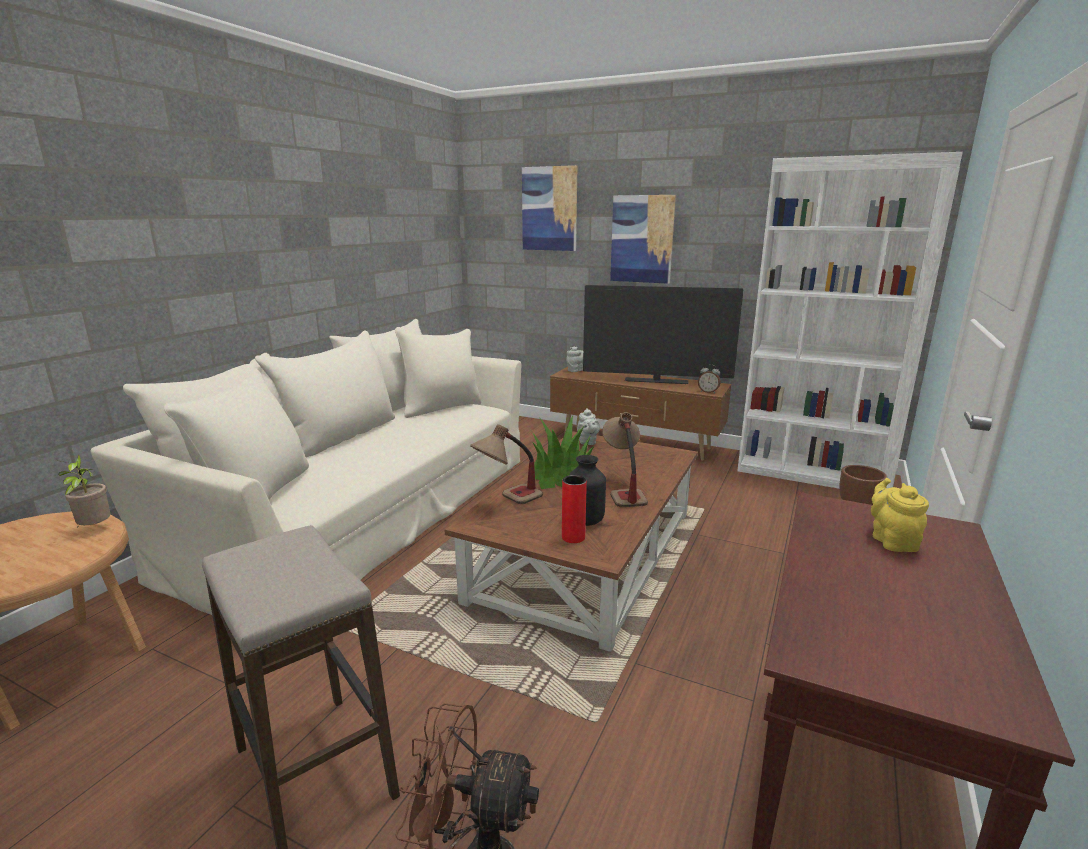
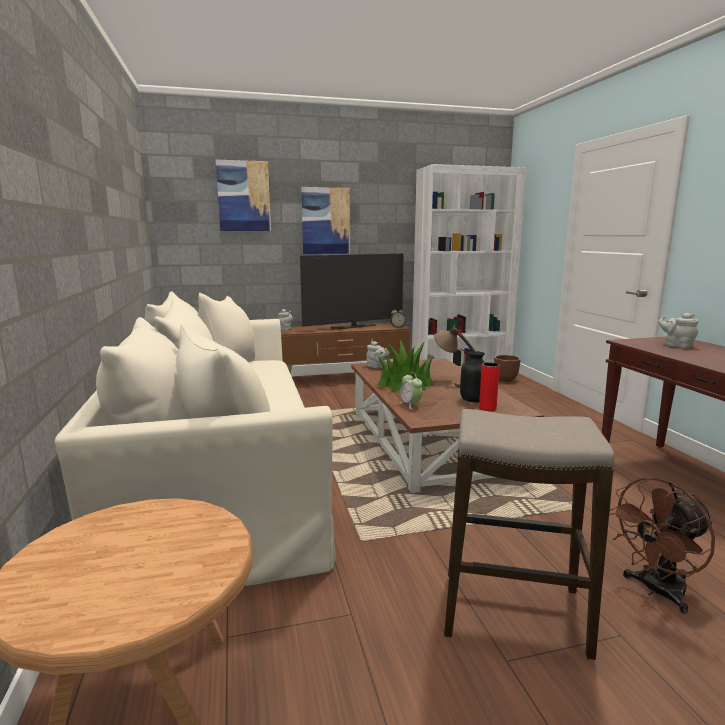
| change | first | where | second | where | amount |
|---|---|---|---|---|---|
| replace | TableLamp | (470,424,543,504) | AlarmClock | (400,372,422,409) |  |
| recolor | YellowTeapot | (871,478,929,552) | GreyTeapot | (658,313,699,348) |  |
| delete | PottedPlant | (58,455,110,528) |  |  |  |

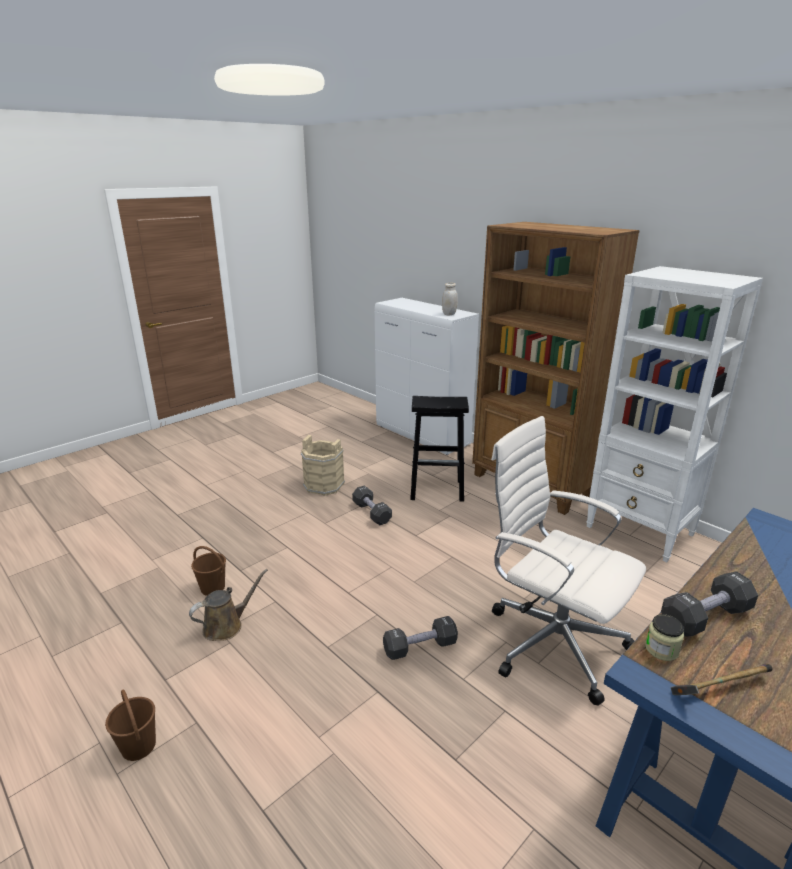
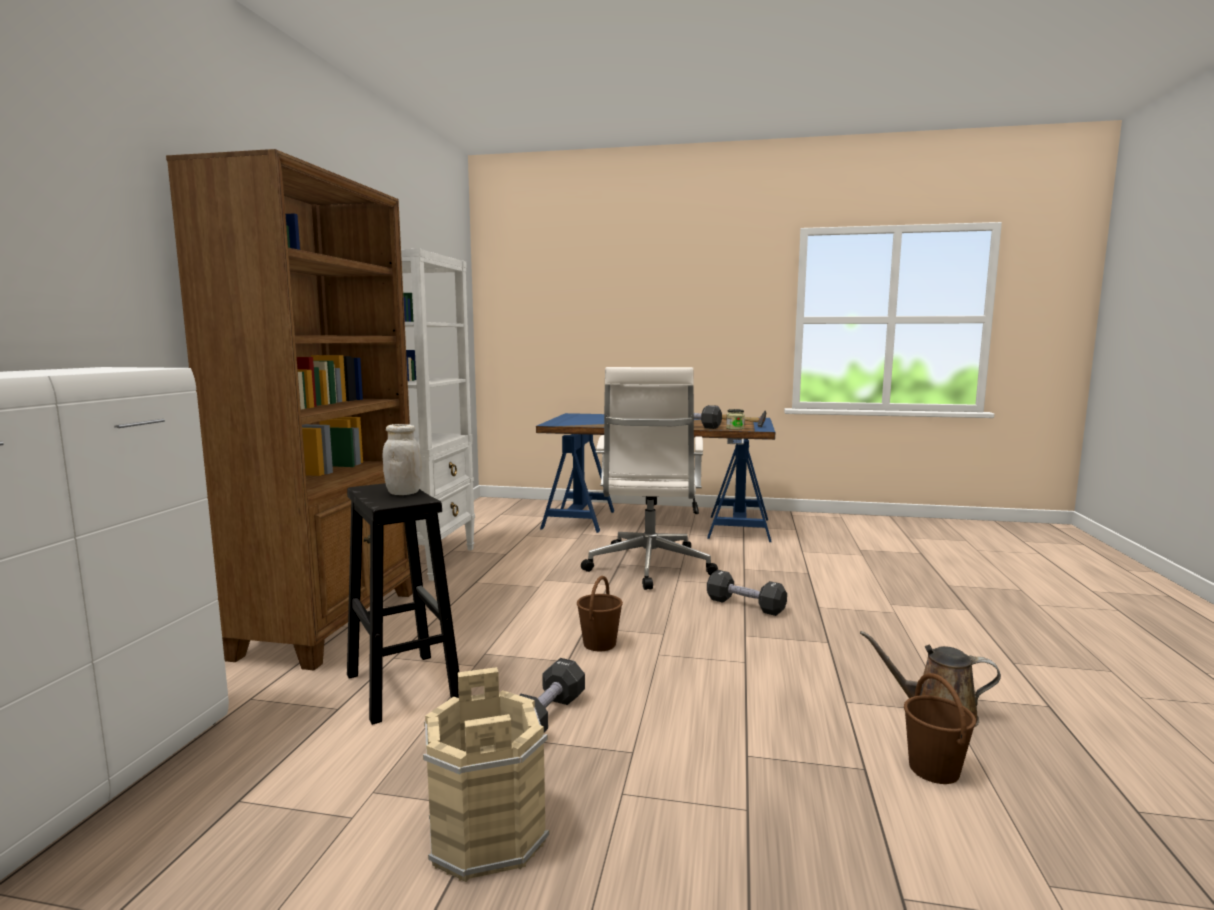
| change | first | where | second | where | amount |
|---|---|---|---|---|---|
| move | WhiteJar | (442,283,458,316) |  | (383,424,422,495) |  |
| move | BrownBucket | (105,689,156,761) |  | (577,576,623,651) |  |

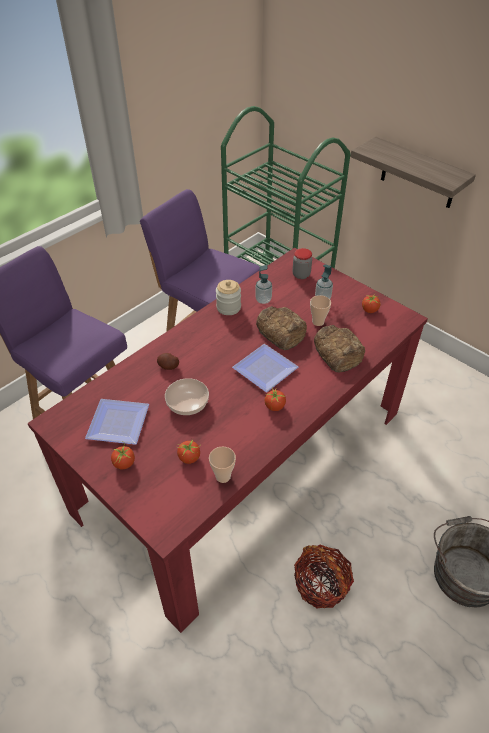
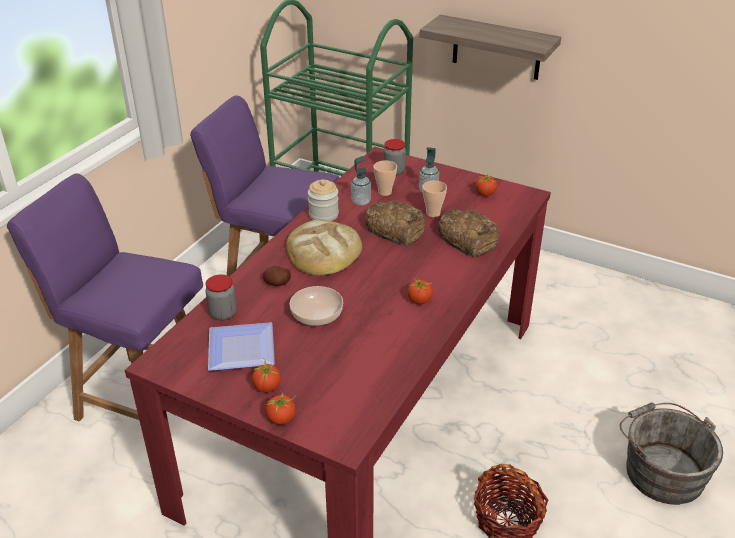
| change | first | where | second | where | amount |
|---|---|---|---|---|---|
| insert |  |  | Jar | (205,275,237,320) |  |
| move | Tomato | (177,438,201,464) |  | (264,391,296,425) |  |
| insert |  |  | Bread | (286,219,362,276) |  |
| move | Cup | (209,447,236,483) |  | (373,160,397,196) |  |
| delete | Plate | (232,344,298,392) |  |  |  |

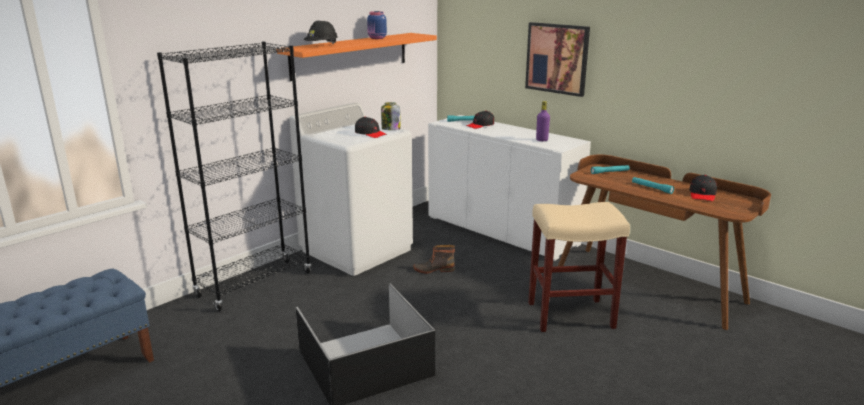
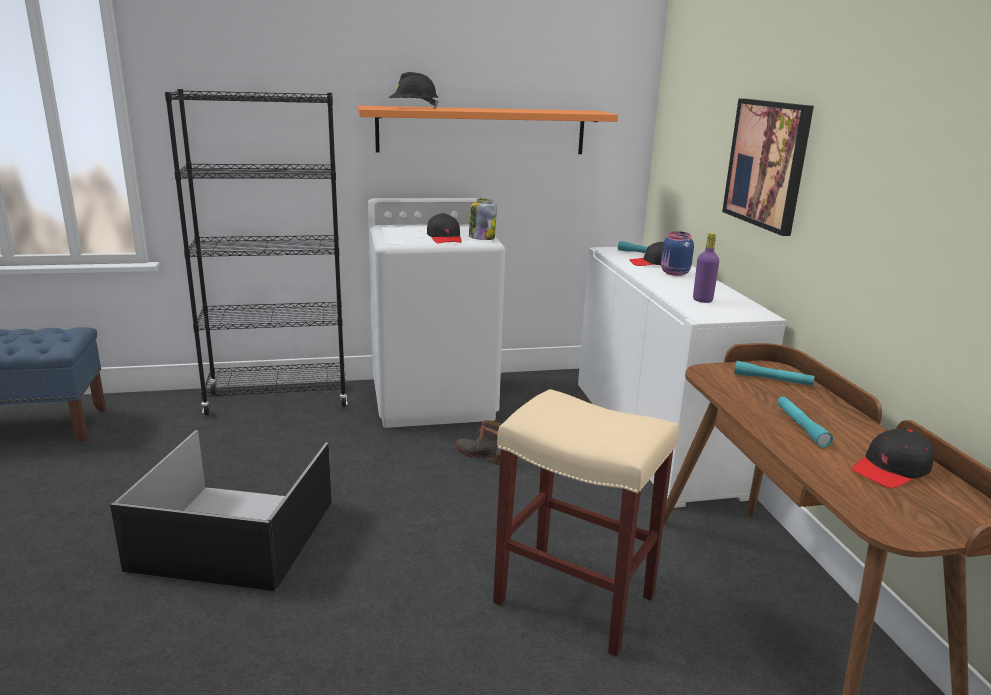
| change | first | where | second | where | amount |
|---|---|---|---|---|---|
| move | BlueJar | (367,11,387,39) |  | (661,231,694,276) |  |

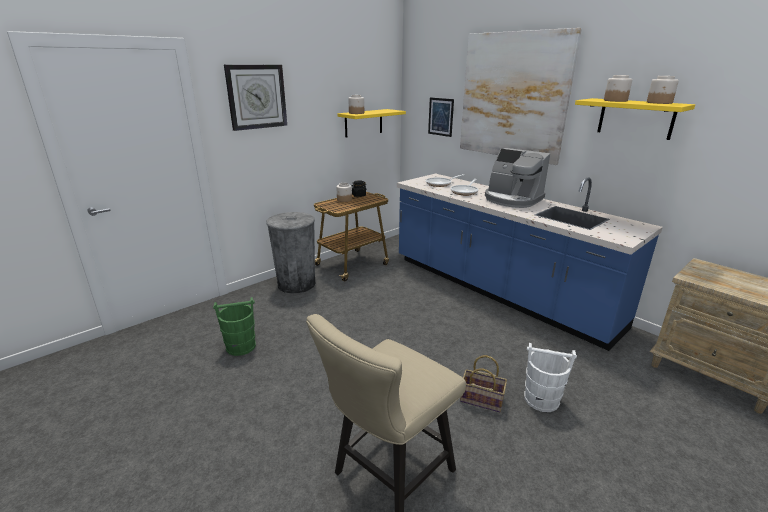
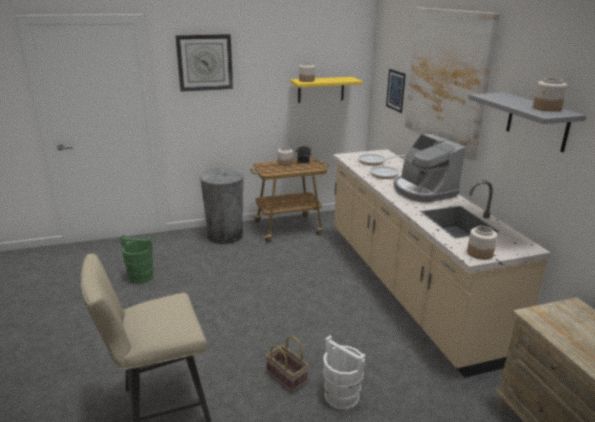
| change | first | where | second | where | amount |
|---|---|---|---|---|---|
| recolor | BlueCounter | (397,174,663,351) | BeigeCounter | (333,149,551,378) |  |
| move | Jar | (604,75,633,102) |  | (467,226,497,260) |  |
| recolor | YellowShelf | (575,98,695,140) | GreyShelf | (468,92,586,152) |  |

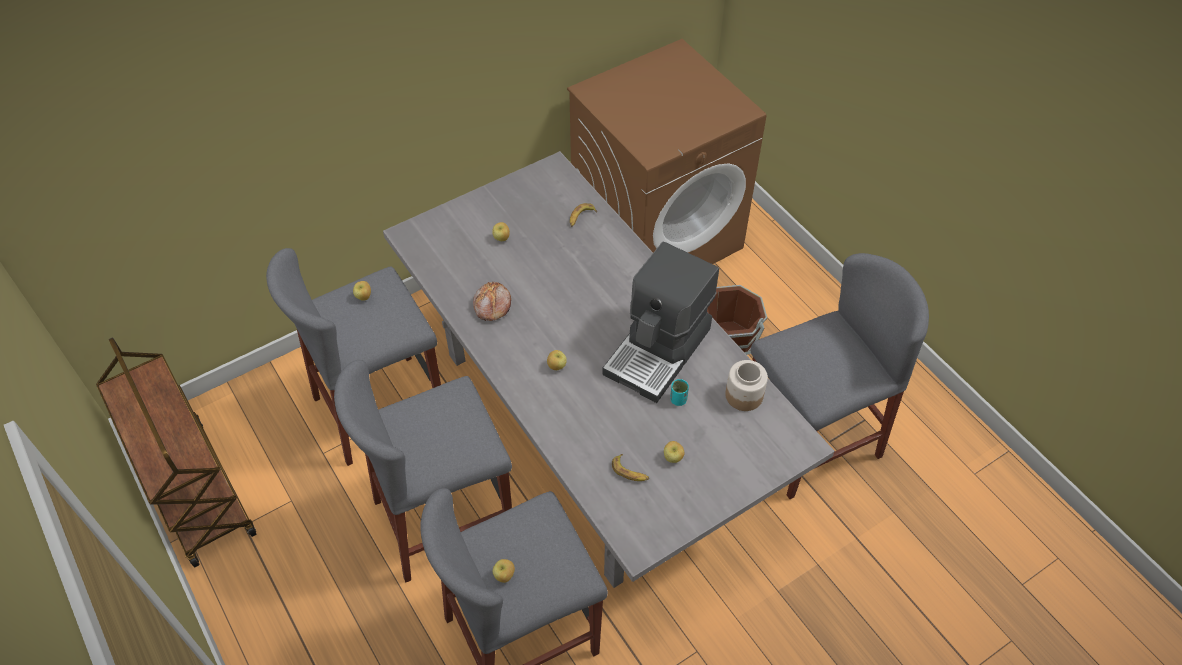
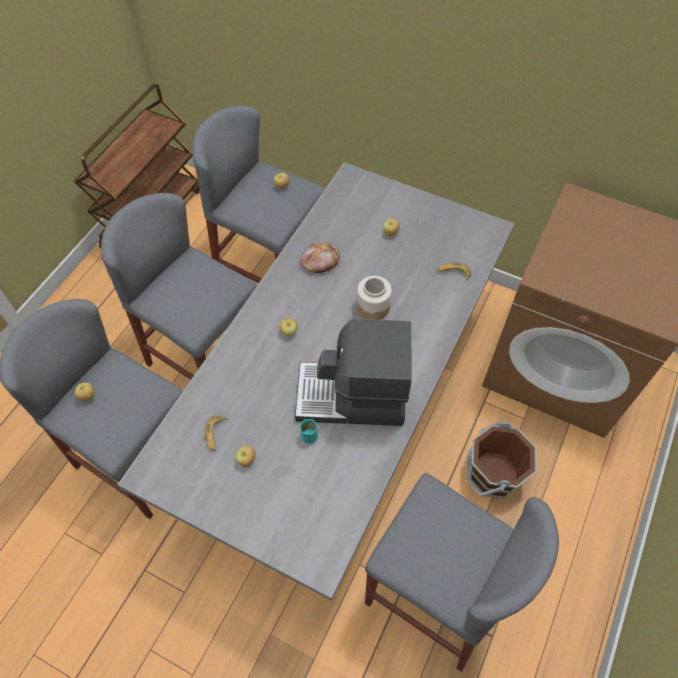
| change | first | where | second | where | amount |
|---|---|---|---|---|---|
| move | Jar | (725,360,768,411) |  | (357,276,392,320) |  |

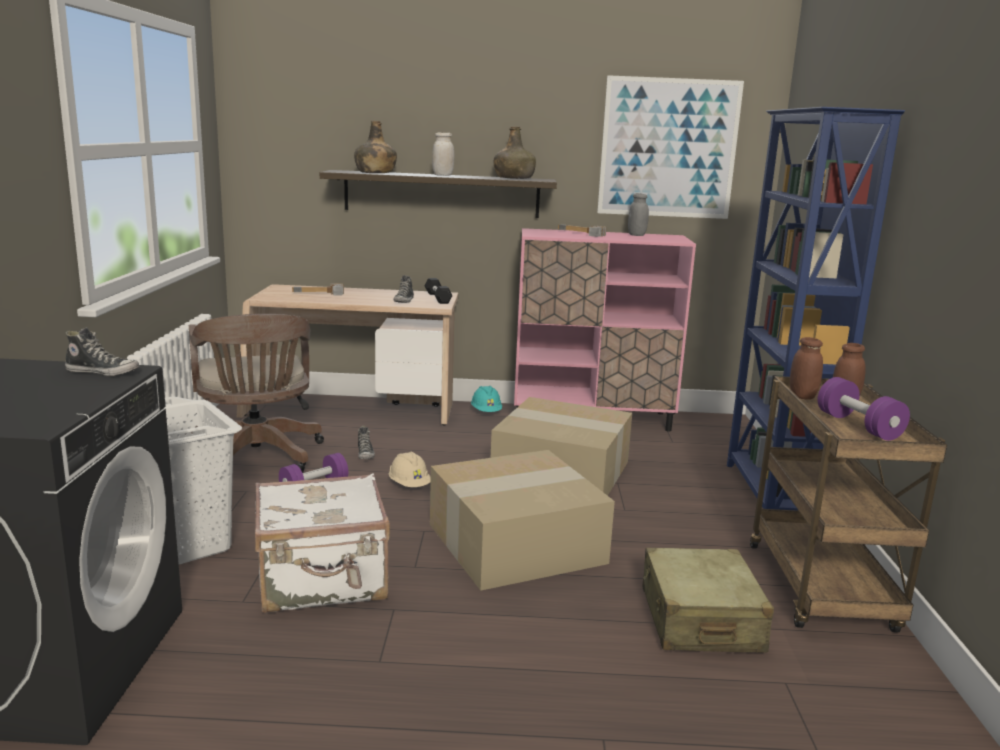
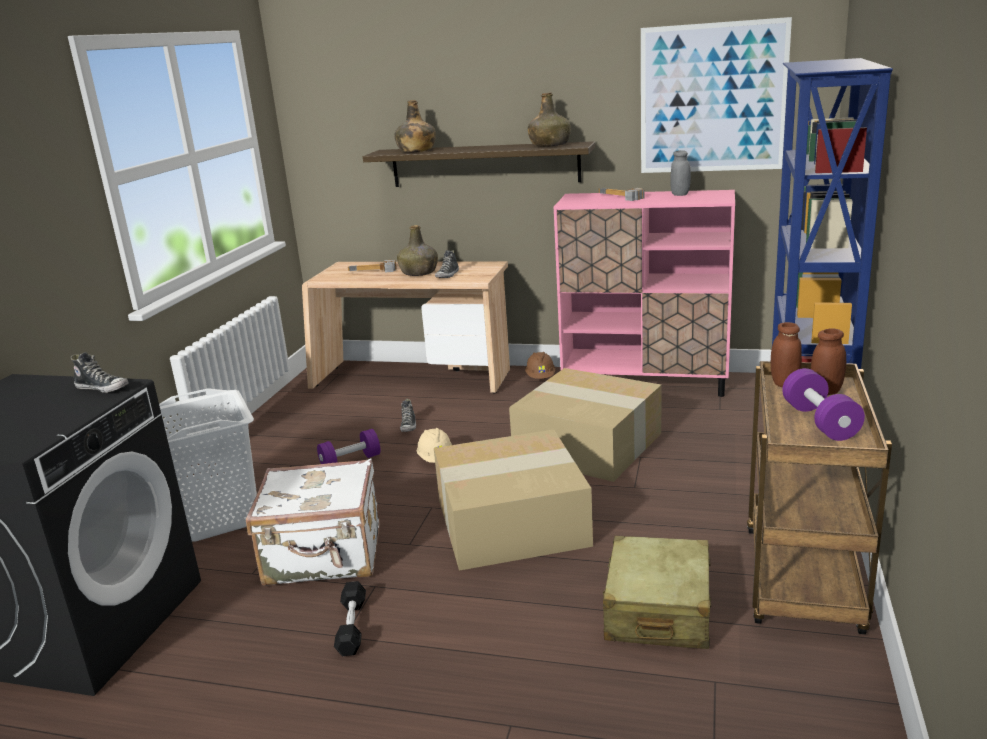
| change | first | where | second | where | amount |
|---|---|---|---|---|---|
| move | BlackDumbbell | (425,278,453,304) |  | (334,581,366,656) |  |
| insert |  |  | GreenBottle | (397,225,438,276) |  |
| recolor | TurquoiseHardHat | (471,386,502,412) | BrownHardHat | (525,352,555,379) |  |
| delete | BrownOfficeChair | (189,314,324,473) |  |  |  |
| delete | WhiteJar | (432,133,454,176) |  |  |  |

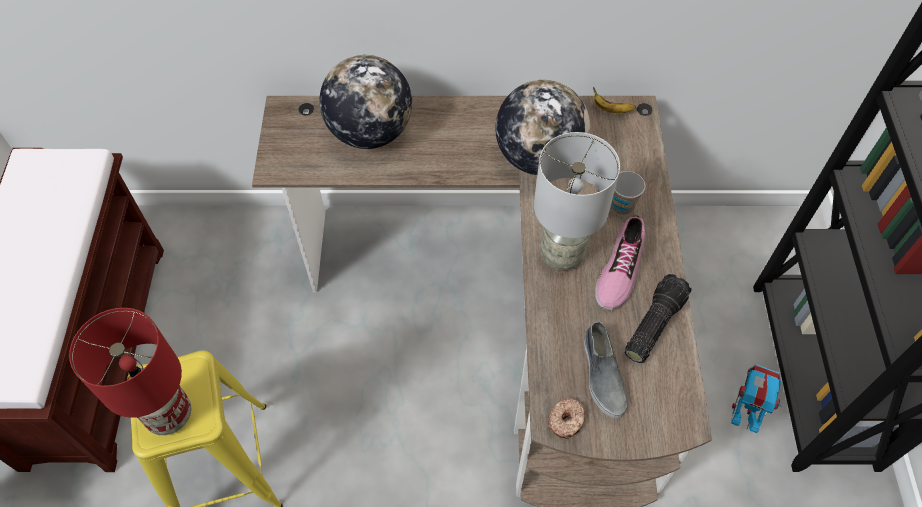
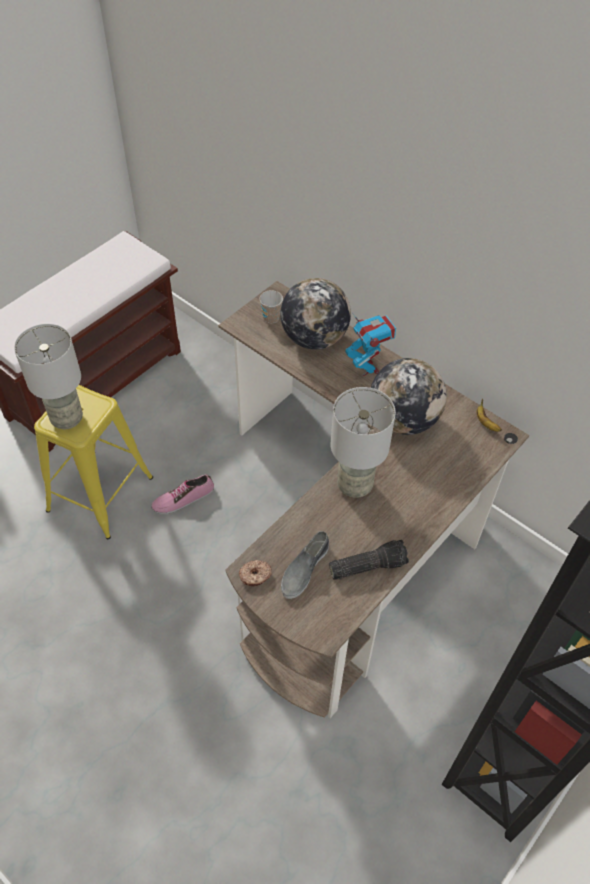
| change | first | where | second | where | amount |
|---|---|---|---|---|---|
| recolor | RedTableLamp | (69,308,191,435) | GreyTableLamp | (14,324,83,429) |  |
| move | Shoe | (595,215,645,310) |  | (151,475,214,514) |  |
| move | Cup | (611,171,645,215) |  | (260,290,283,324) |  |
| move | ToyRobot | (731,364,782,433) |  | (345,313,396,376) |  |

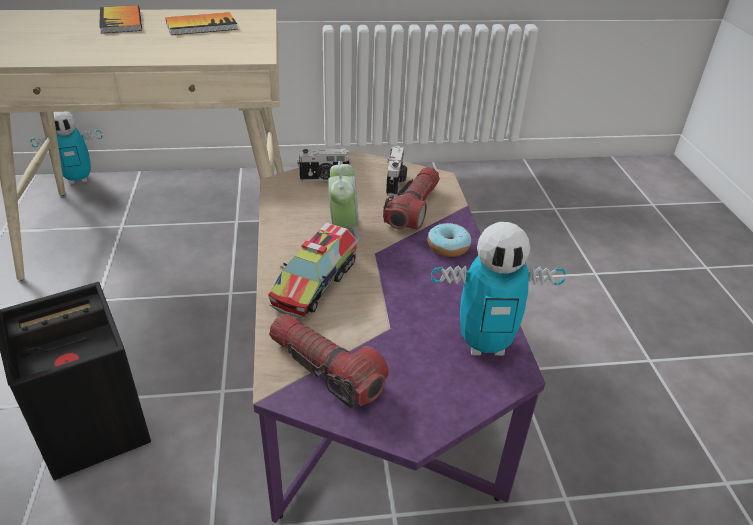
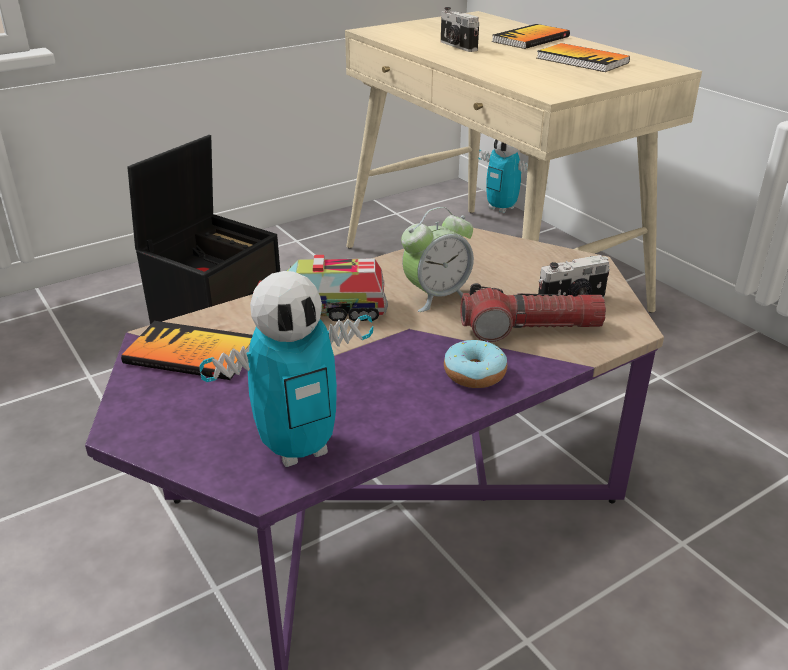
| change | first | where | second | where | amount |
|---|---|---|---|---|---|
| replace | Flashlight | (269,314,389,408) | Book | (121,321,253,380) |  |
| rotate | ToyRobot | (431,222,565,356) |  | (199,271,373,467) | 90 degrees counterclockwise |
| move | PhotoCamera | (297,149,351,181) |  | (441,7,479,52) |  |

